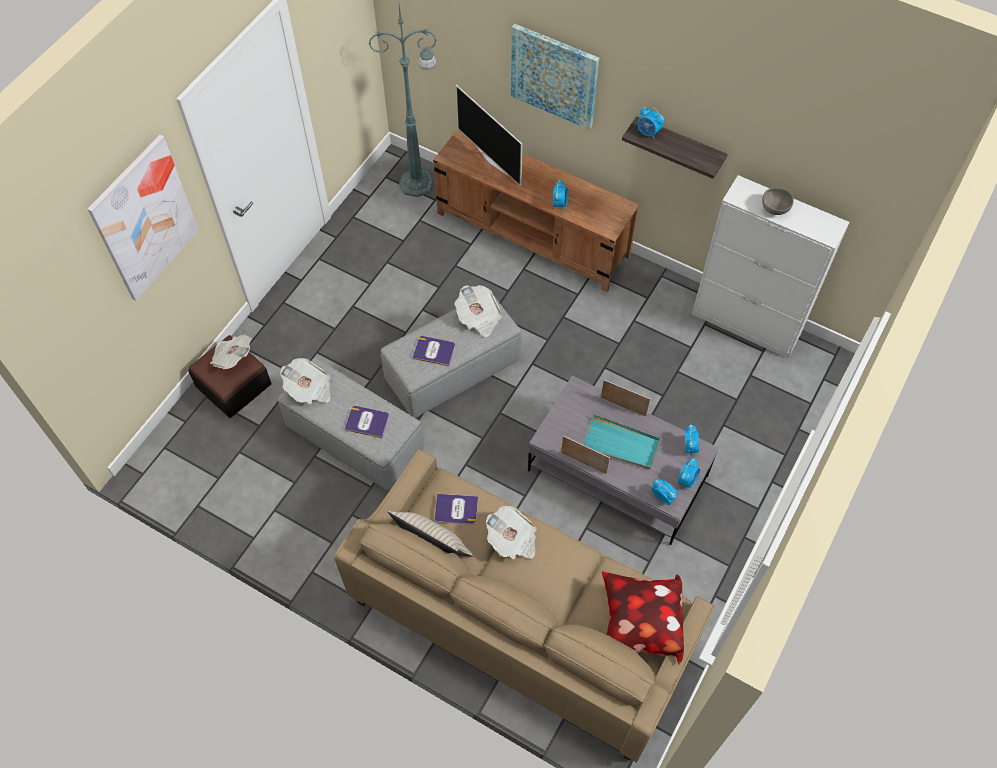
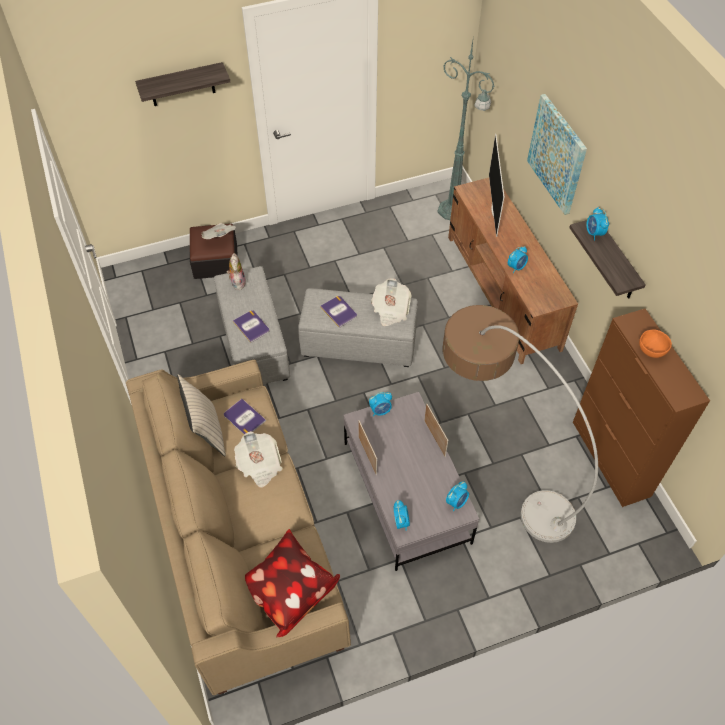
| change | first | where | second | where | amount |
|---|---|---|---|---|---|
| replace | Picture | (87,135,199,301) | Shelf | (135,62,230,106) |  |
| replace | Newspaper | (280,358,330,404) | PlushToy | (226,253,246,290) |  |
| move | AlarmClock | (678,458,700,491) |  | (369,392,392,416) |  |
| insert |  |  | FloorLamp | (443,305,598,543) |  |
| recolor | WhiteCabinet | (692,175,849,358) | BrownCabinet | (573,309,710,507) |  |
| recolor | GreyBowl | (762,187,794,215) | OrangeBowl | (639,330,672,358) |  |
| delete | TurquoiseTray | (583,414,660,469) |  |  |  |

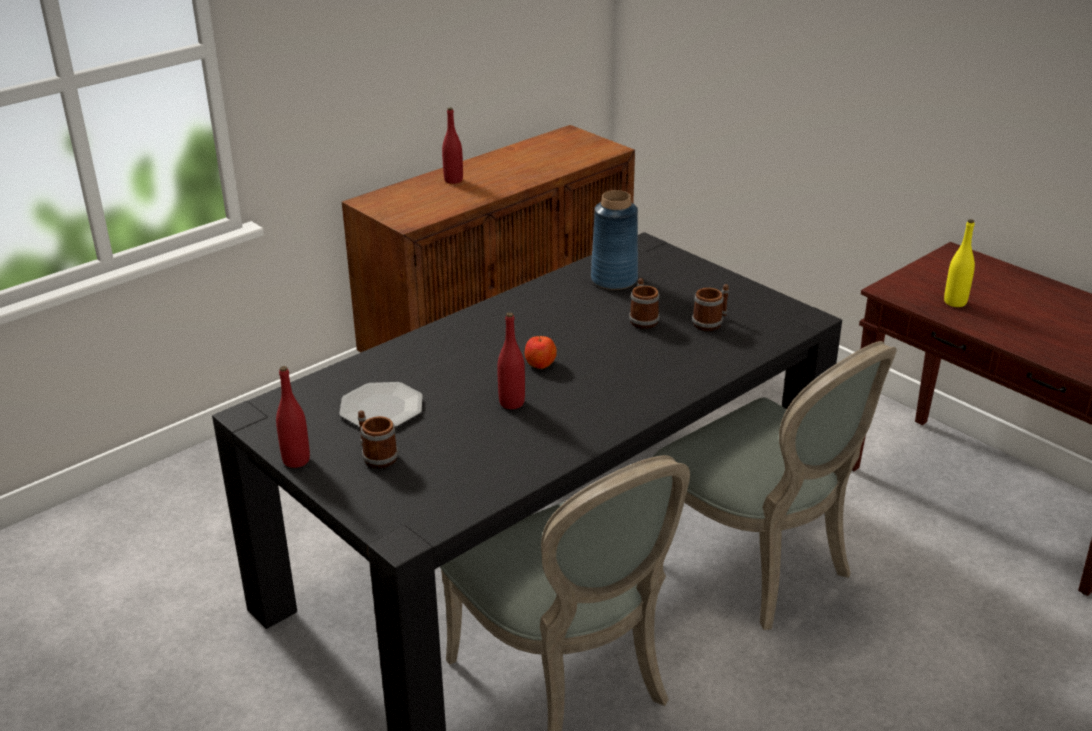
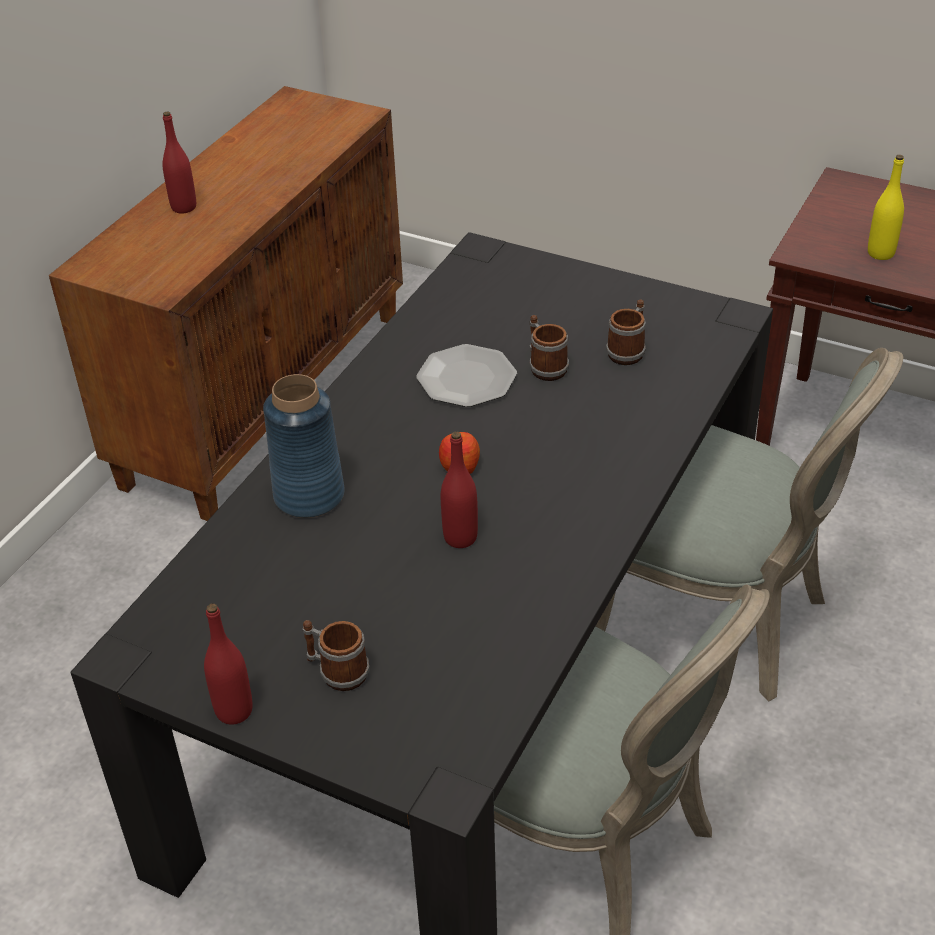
| change | first | where | second | where | amount |
|---|---|---|---|---|---|
| move | BlueVase | (591,190,638,290) |  | (263,374,345,518) |  |
| move | Plate | (339,382,423,427) |  | (416,344,517,407) |  |

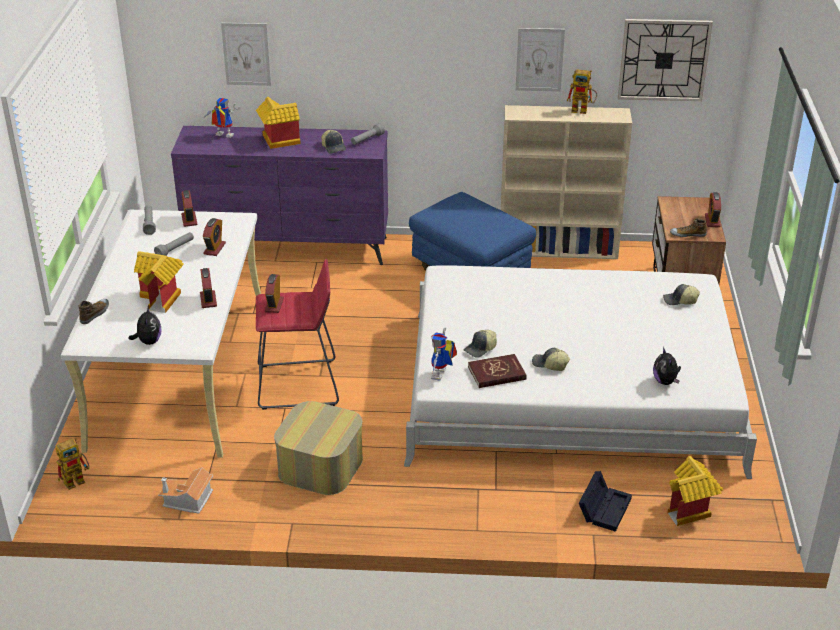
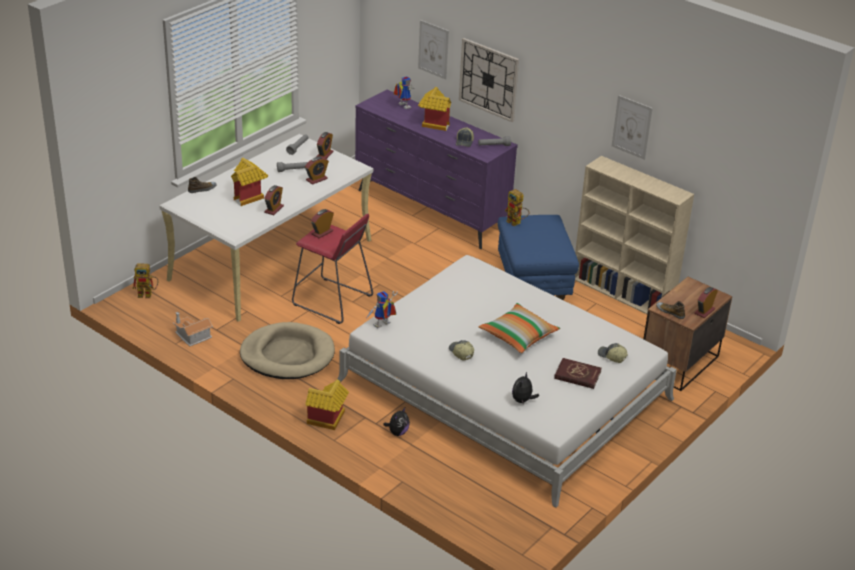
| change | first | where | second | where | amount |
|---|---|---|---|---|---|
| replace | Ottoman | (274,401,363,495) | BeigeDogBed | (240,322,335,379) |  |
| move | ToyHouse | (667,456,723,526) |  | (305,380,349,430) |  |
| move | PlushToy | (129,306,161,345) |  | (383,408,410,436) |  |
| move | WallClock | (618,19,713,101) |  | (459,38,519,122) |  |
| insert |  |  | Pillow | (478,303,560,353) |  |
| move | ToyRobot | (567,69,597,114) |  | (505,189,529,226) |  |
| move | RedBook | (468,354,527,388) |  | (554,358,602,389) |  |
| delete | Cap | (464,330,497,358) |  |  |  |
| delete | BlackStorageBox | (579,471,632,532) |  |  |  |

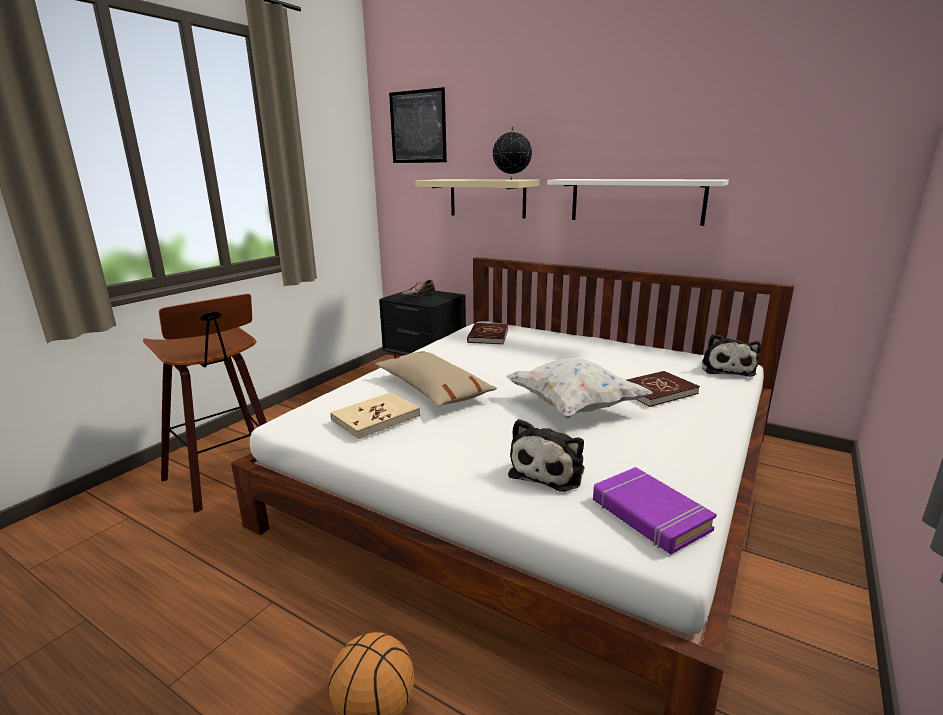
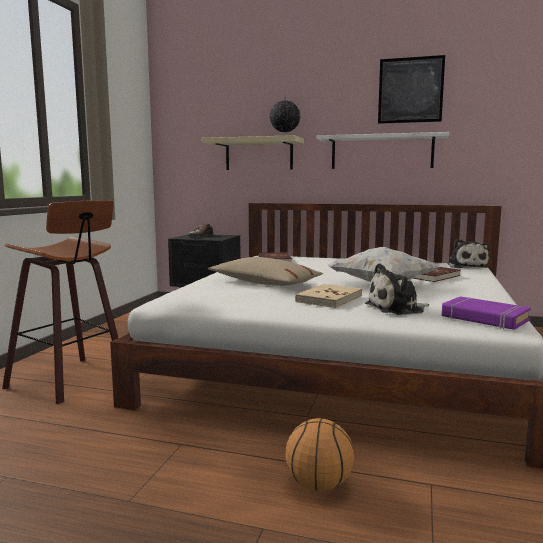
| change | first | where | second | where | amount |
|---|---|---|---|---|---|
| move | BeigeBook | (330,392,420,439) |  | (295,284,362,308) |  |
| rotate | PlushToy | (508,419,584,492) |  | (365,263,429,315) | 60 degrees clockwise |
| move | Picture | (389,87,447,163) |  | (378,55,445,124) |  |

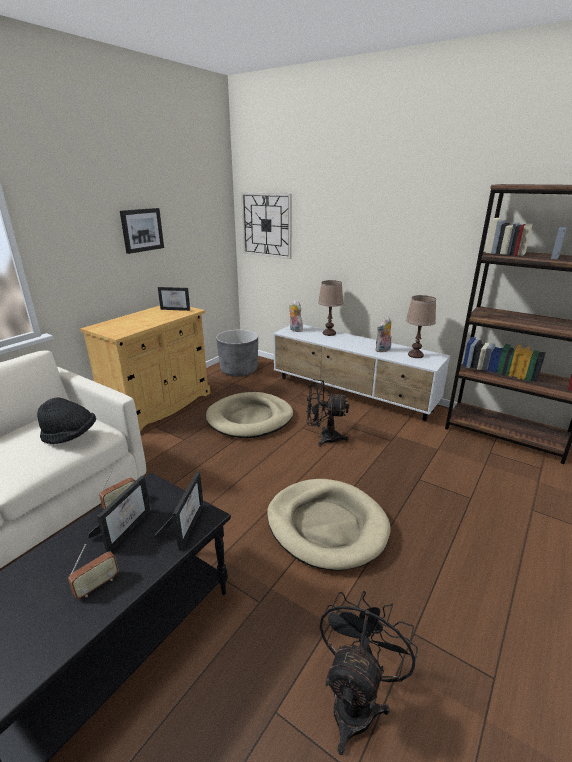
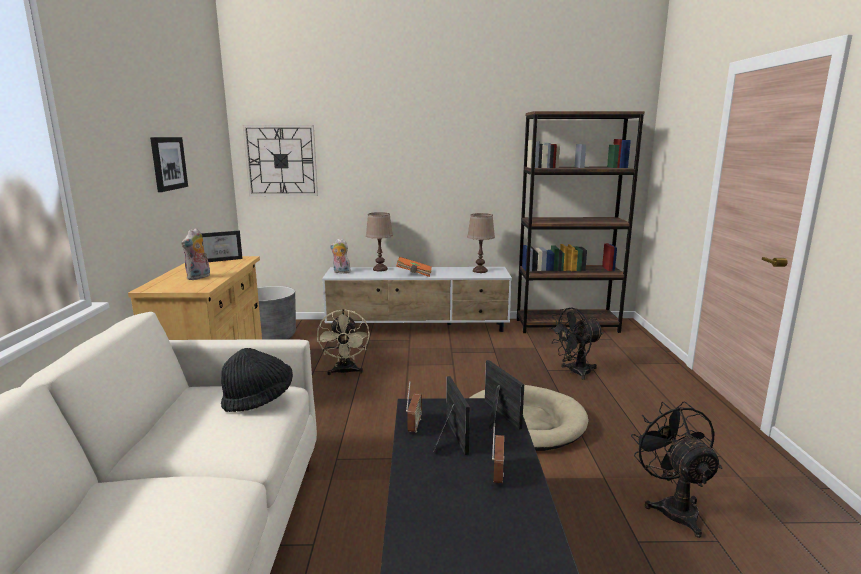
| change | first | where | second | where | amount |
|---|---|---|---|---|---|
| move | PlushToy | (375,317,392,352) |  | (181,228,210,280) |  |
| replace | BeigeDogBed | (206,392,293,438) | BeigeFan | (317,309,370,375) |  |
| insert |  |  | OrangeBook | (396,257,432,277) |  |
| move | BlackFan | (306,380,349,447) |  | (549,308,604,380) |  |

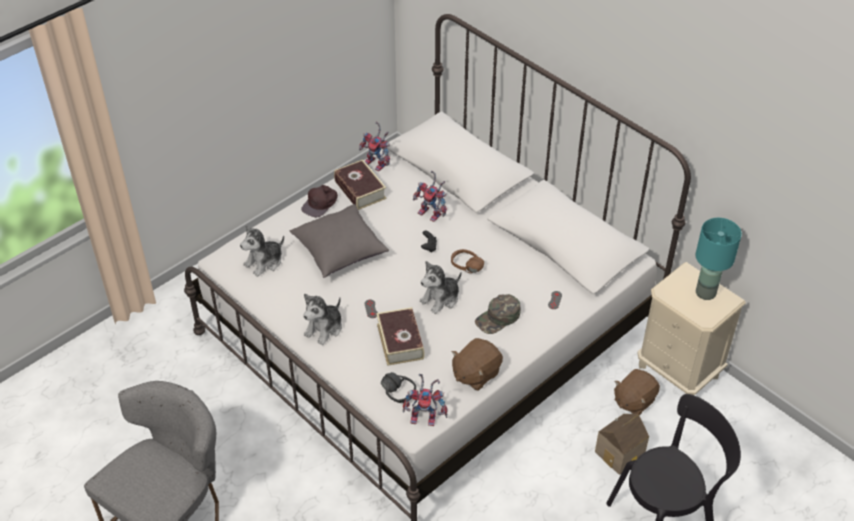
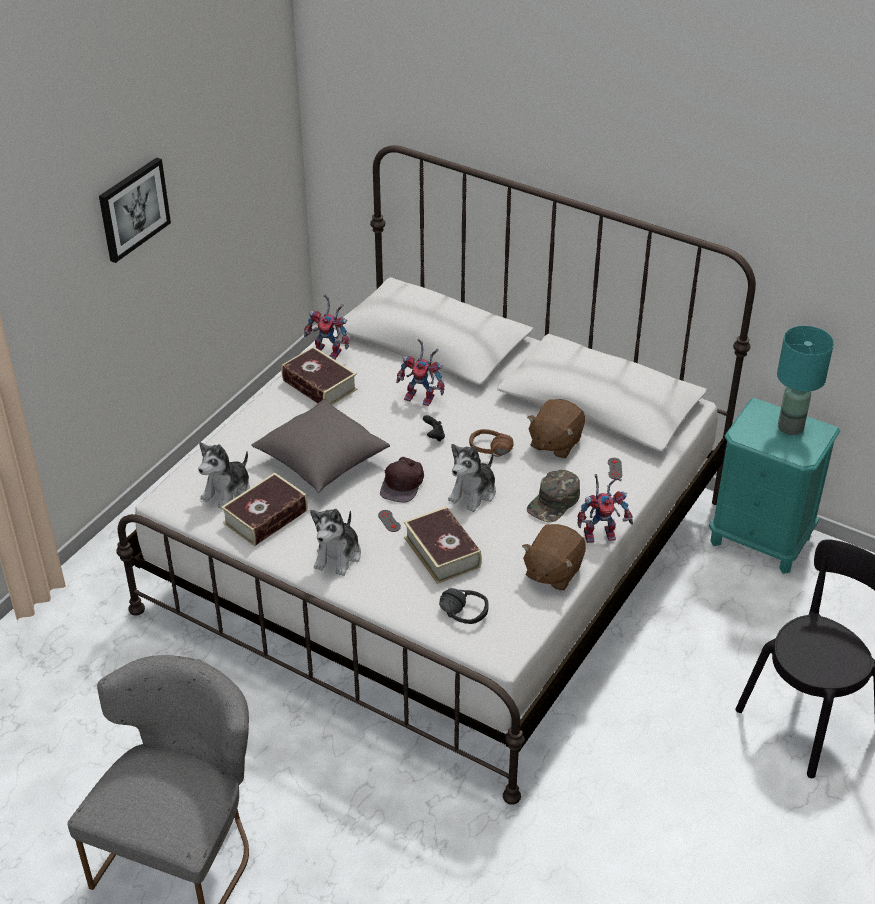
| change | first | where | second | where | amount |
|---|---|---|---|---|---|
| insert |  |  | Picture | (99,157,171,263) |  |
| insert |  |  | Book | (221,472,308,546) |  |
| move | BrownCap | (301,185,338,218) |  | (380,457,424,503) |  |
| move | BrownPlushToy | (614,369,660,415) |  | (527,399,585,458) |  |
| move | ToyRobot | (403,374,448,426) |  | (577,474,633,543) |  |
| recolor | BeigeNightstand | (637,262,746,395) | TurquoiseNightstand | (709,397,840,574) |  |
| delete | ToyHouse | (595,414,649,475) |  |  |  |

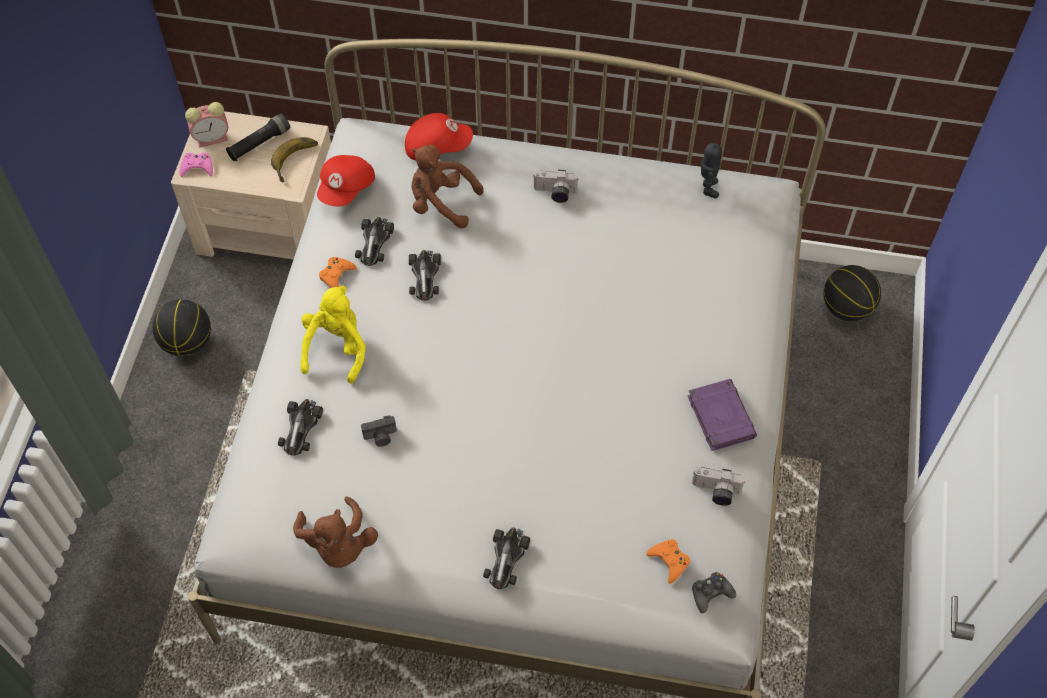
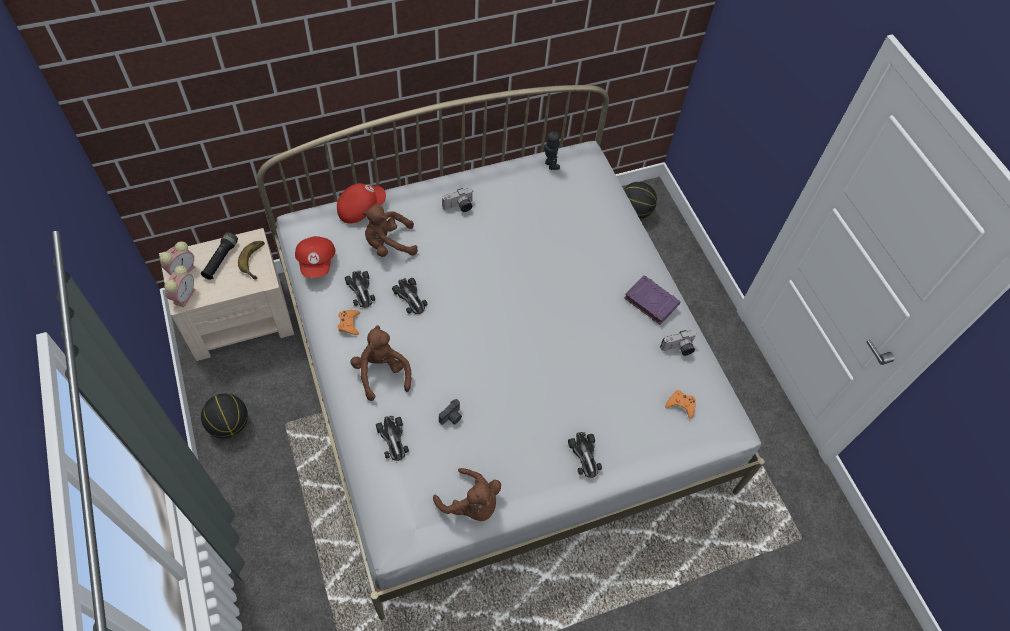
| change | first | where | second | where | amount |
|---|---|---|---|---|---|
| replace | PinkGameController | (179,152,213,177) | AlarmClock | (164,265,195,307) |  |
| recolor | YellowPlushToy | (300,285,366,384) | BrownPlushToy | (350,325,411,401) |  |
| delete | BlackGameController | (692,572,736,613) |  |  |  |

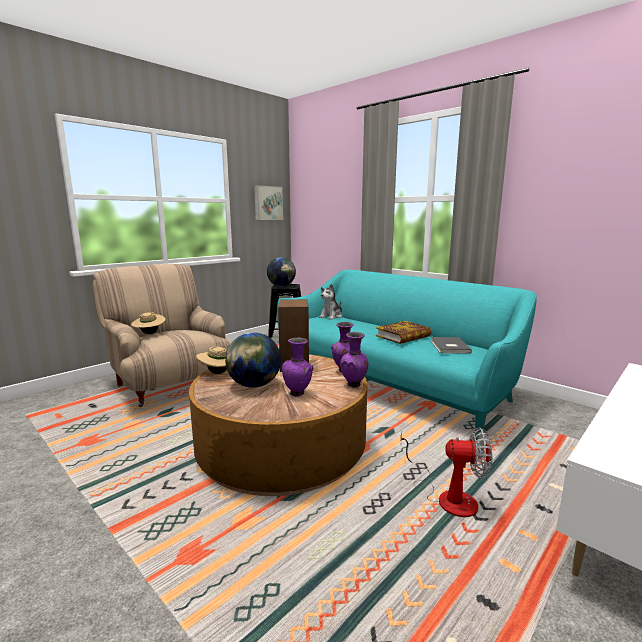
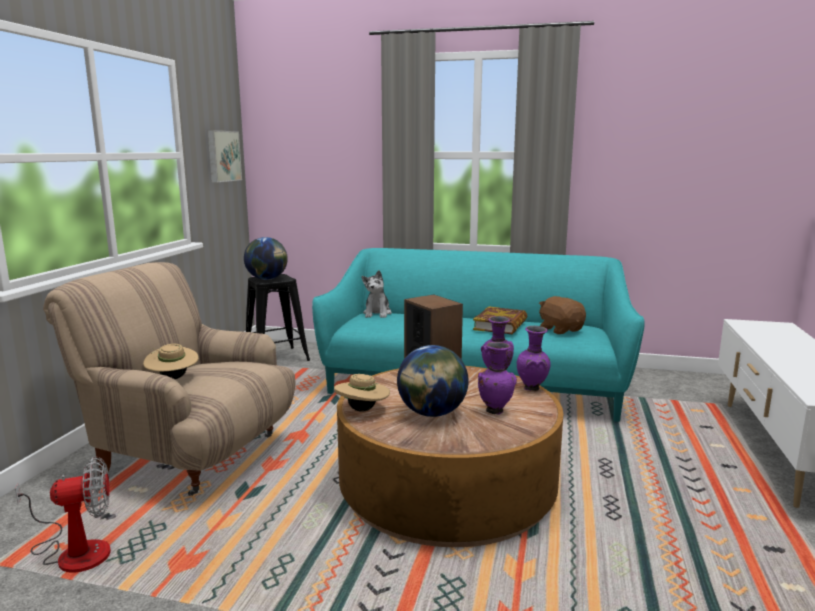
| change | first | where | second | where | amount |
|---|---|---|---|---|---|
| move | Fan | (401,427,492,517) |  | (15,457,111,572) |  |
| replace | GreyBook | (431,337,472,354) | BrownPlushToy | (539,296,586,334) |  |

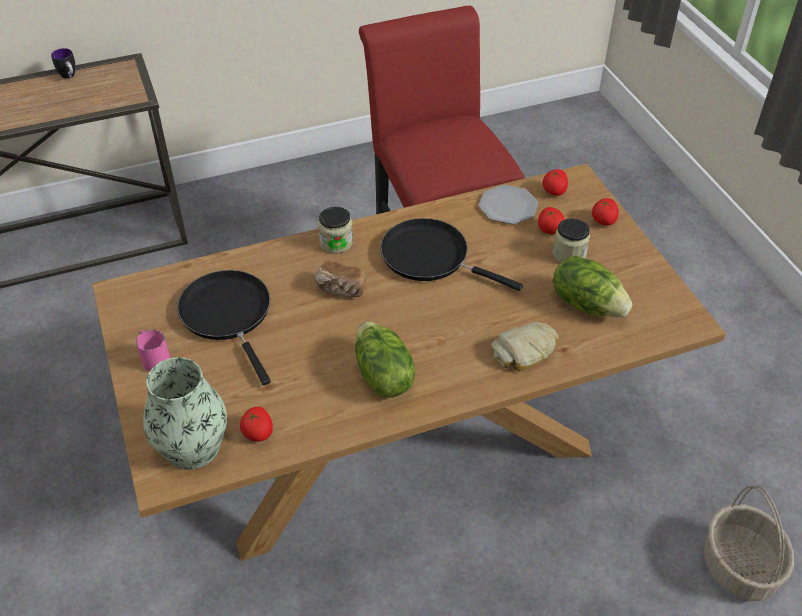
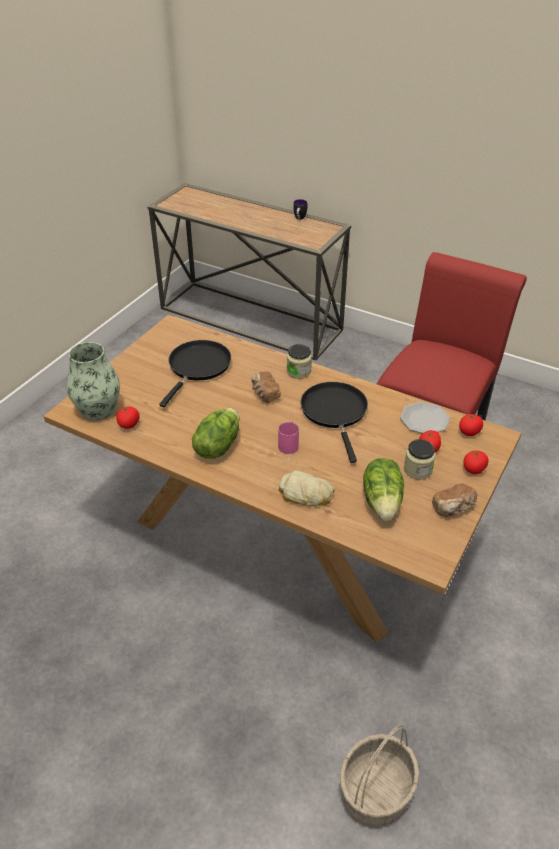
| change | first | where | second | where | amount |
|---|---|---|---|---|---|
| move | PinkMug | (136,330,170,372) |  | (278,421,299,454) |  |
| insert |  |  | Bread | (432,483,477,517) |  |

